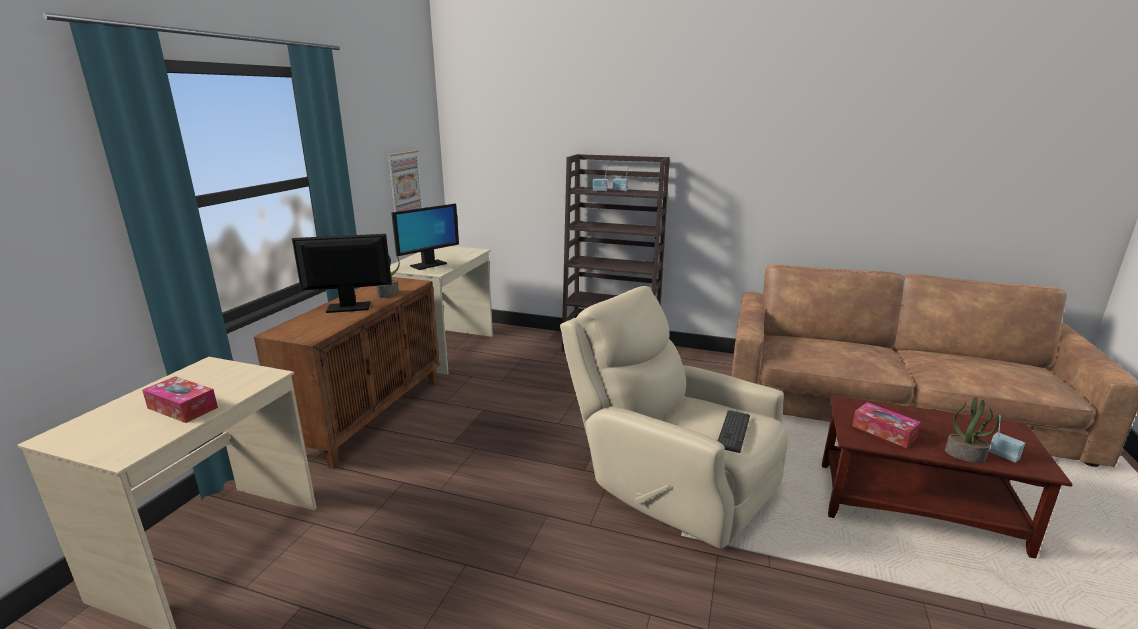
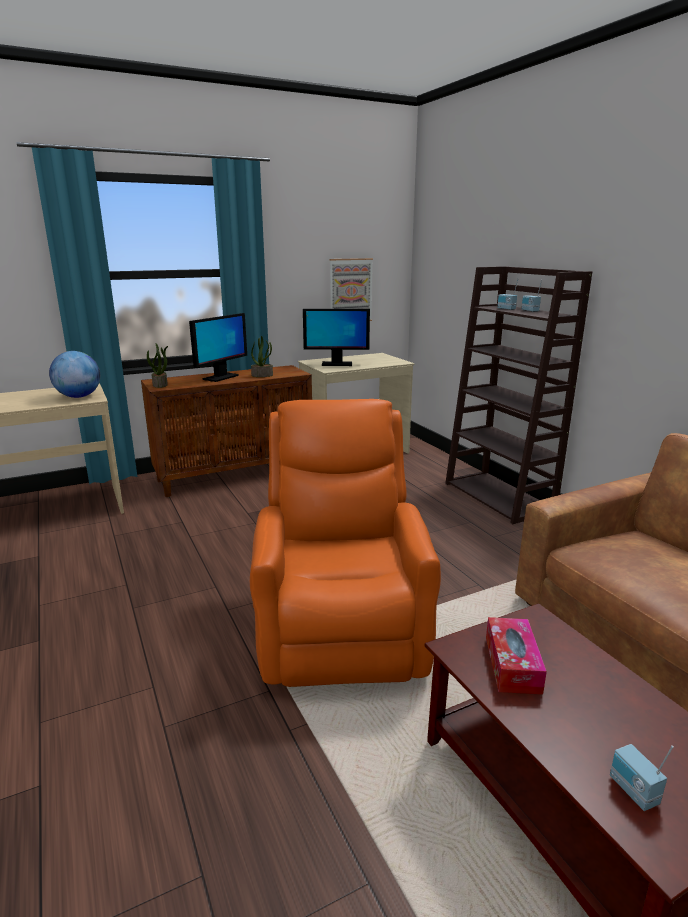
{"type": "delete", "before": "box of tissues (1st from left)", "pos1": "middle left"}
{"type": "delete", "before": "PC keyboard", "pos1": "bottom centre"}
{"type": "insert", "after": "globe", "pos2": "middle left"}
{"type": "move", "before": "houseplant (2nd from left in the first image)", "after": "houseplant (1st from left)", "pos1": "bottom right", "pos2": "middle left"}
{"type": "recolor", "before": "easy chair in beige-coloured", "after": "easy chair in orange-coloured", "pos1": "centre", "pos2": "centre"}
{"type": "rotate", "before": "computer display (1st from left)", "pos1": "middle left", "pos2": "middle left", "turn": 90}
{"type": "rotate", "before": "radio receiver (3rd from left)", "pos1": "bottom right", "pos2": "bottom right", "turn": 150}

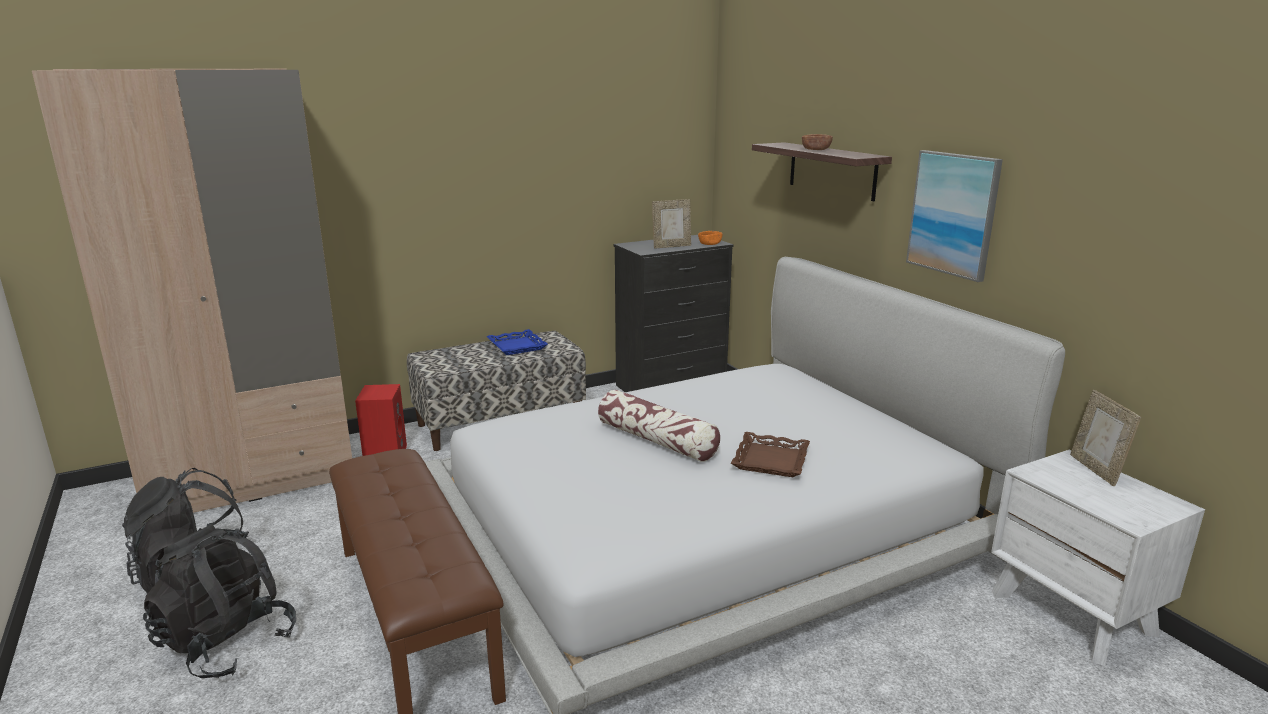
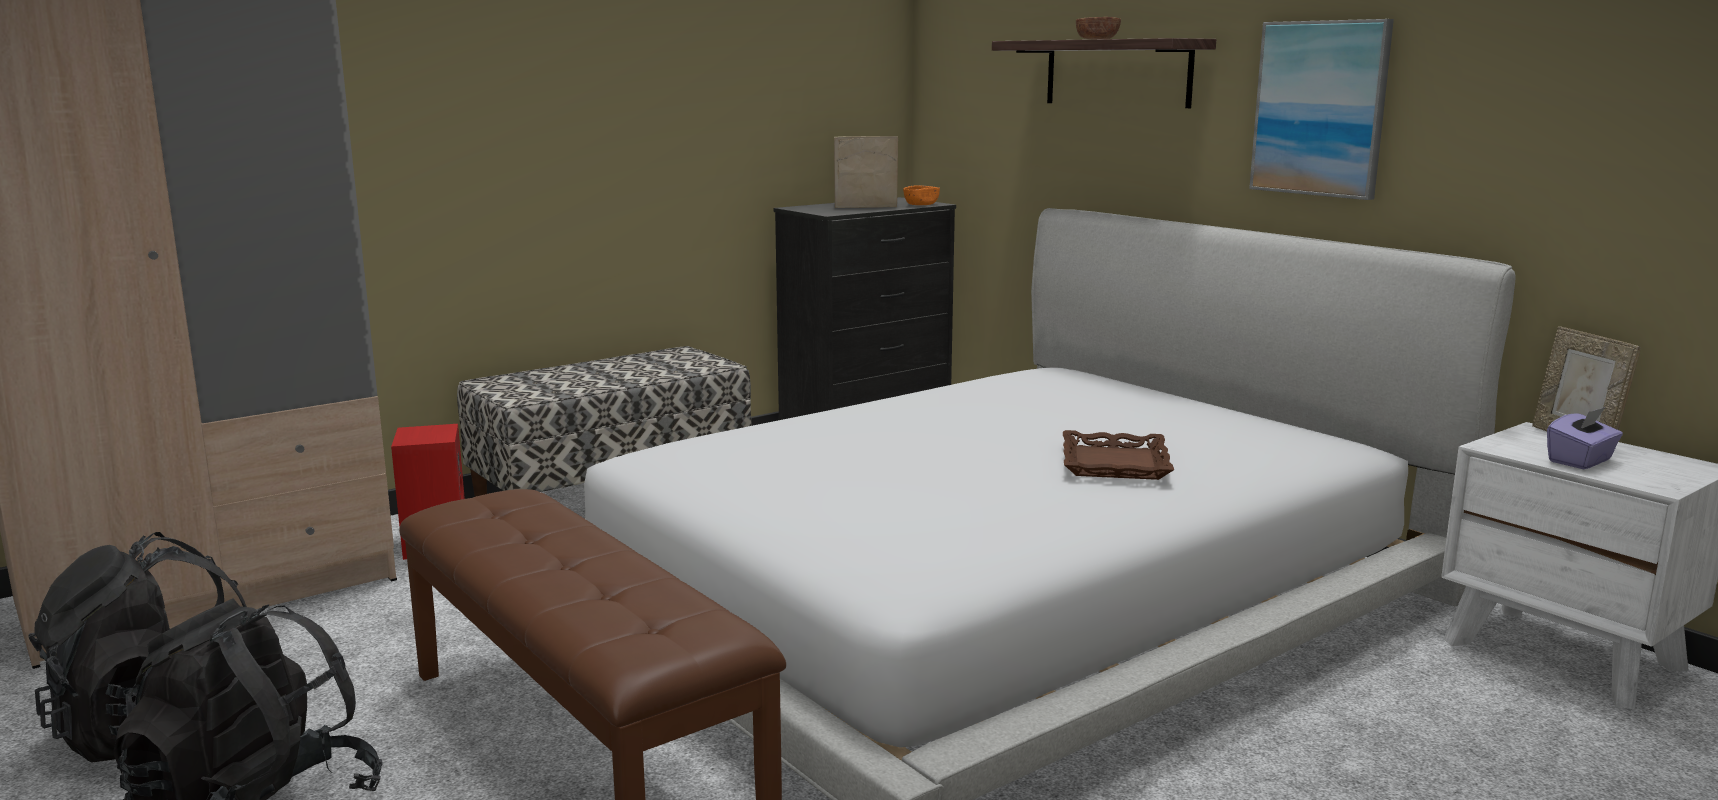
{"type": "delete", "before": "tray in blue-coloured", "pos1": "centre"}
{"type": "delete", "before": "throw pillow", "pos1": "centre"}
{"type": "insert", "after": "box of tissues in purple", "pos2": "middle right"}
{"type": "rotate", "before": "picture frame (1st from left)", "pos1": "top centre", "pos2": "top centre", "turn": -150}

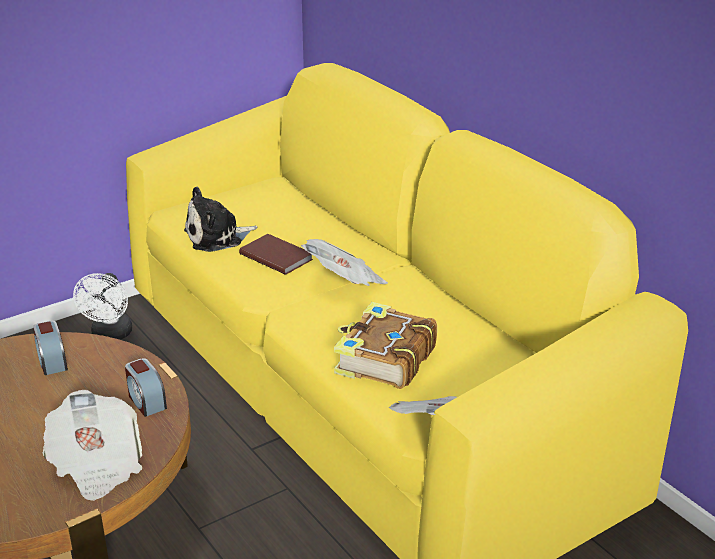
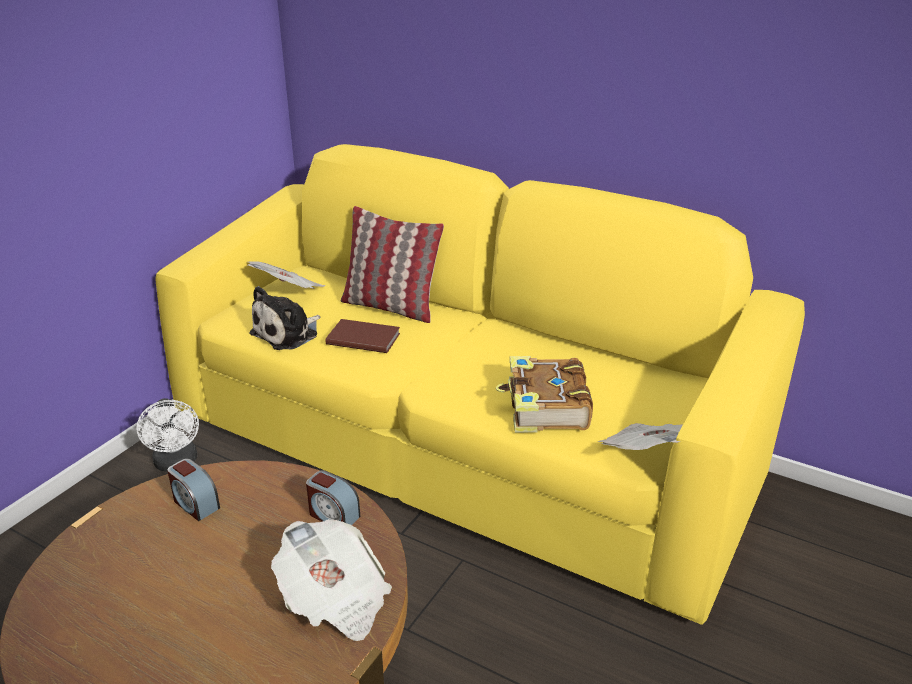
{"type": "insert", "after": "throw pillow", "pos2": "centre"}
{"type": "move", "before": "daily paper (2nd from left in the first image)", "after": "daily paper (1st from left)", "pos1": "centre", "pos2": "middle left"}

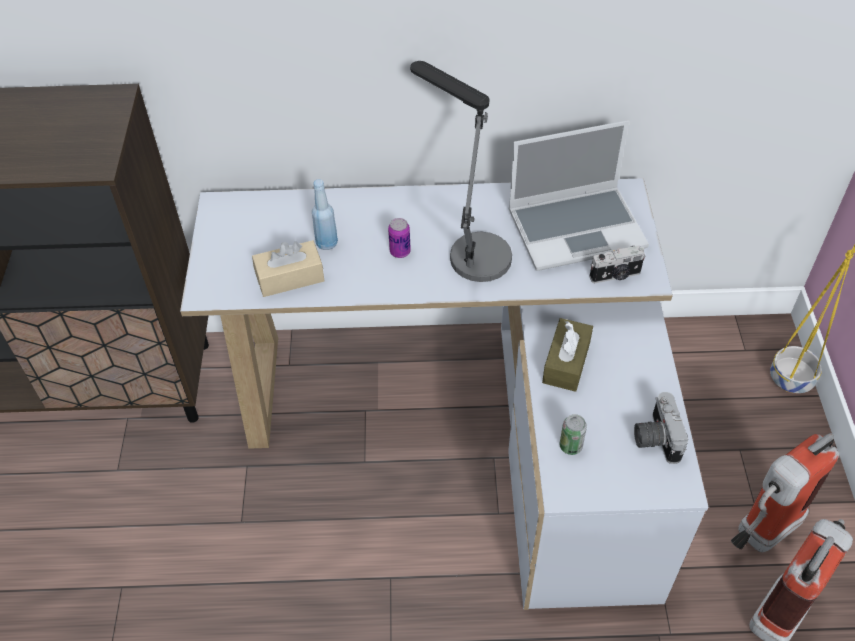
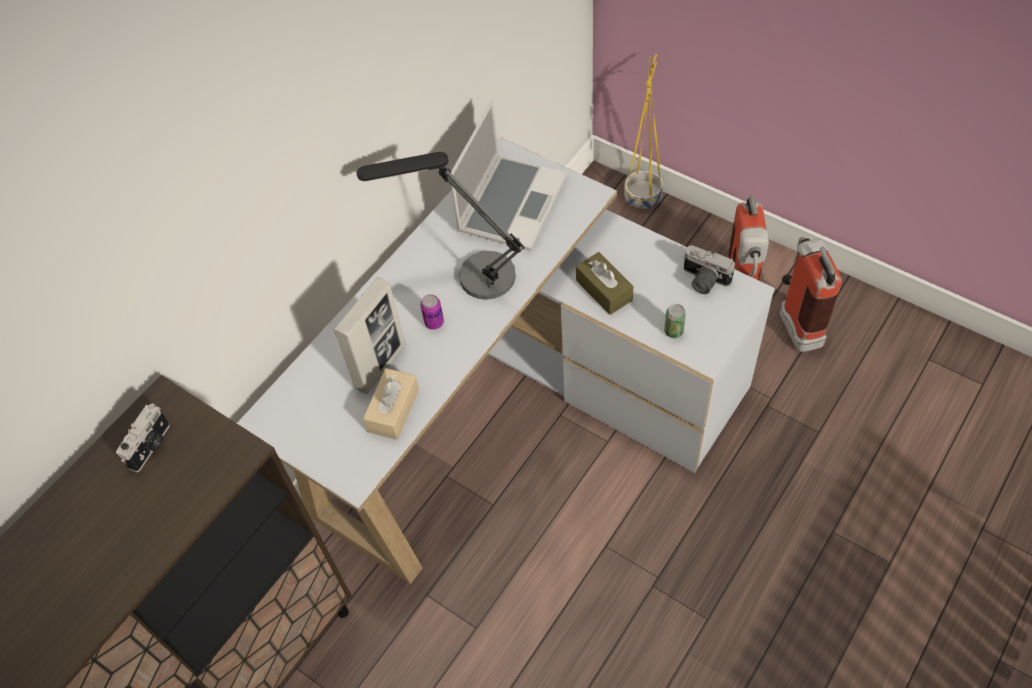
{"type": "move", "before": "photo camera (1st from left)", "pos1": "middle right", "pos2": "middle left"}
{"type": "replace", "before": "bottle in blue-coloured", "after": "picture frame", "pos1": "centre", "pos2": "centre"}

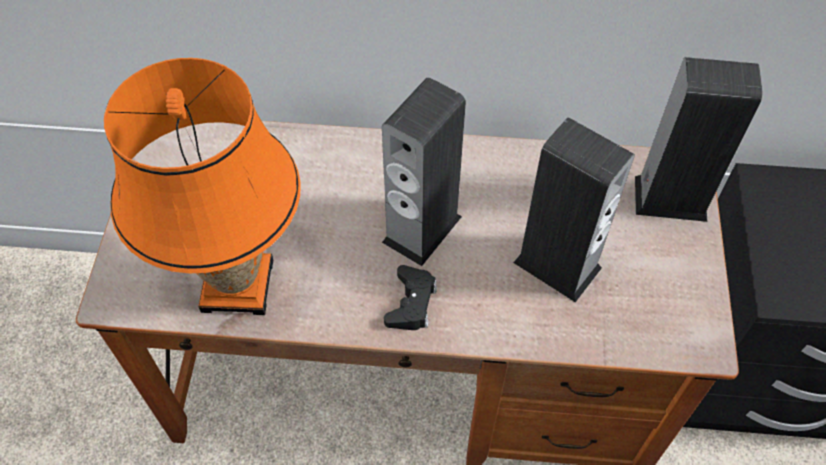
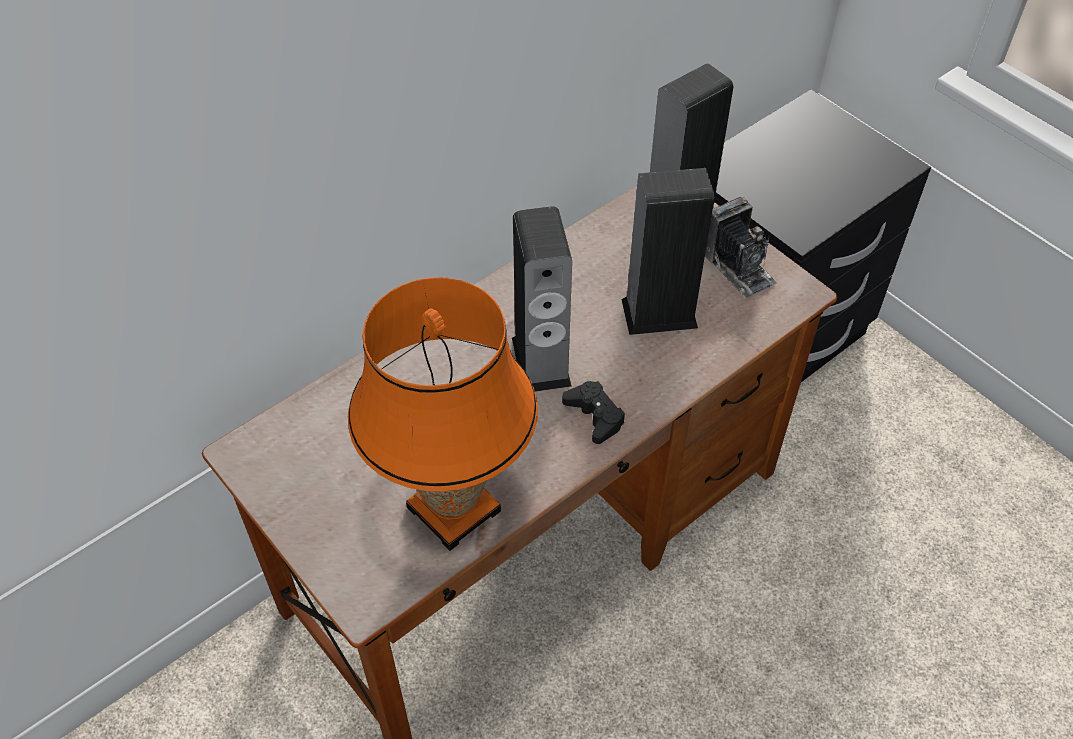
{"type": "insert", "after": "photo camera", "pos2": "middle right"}

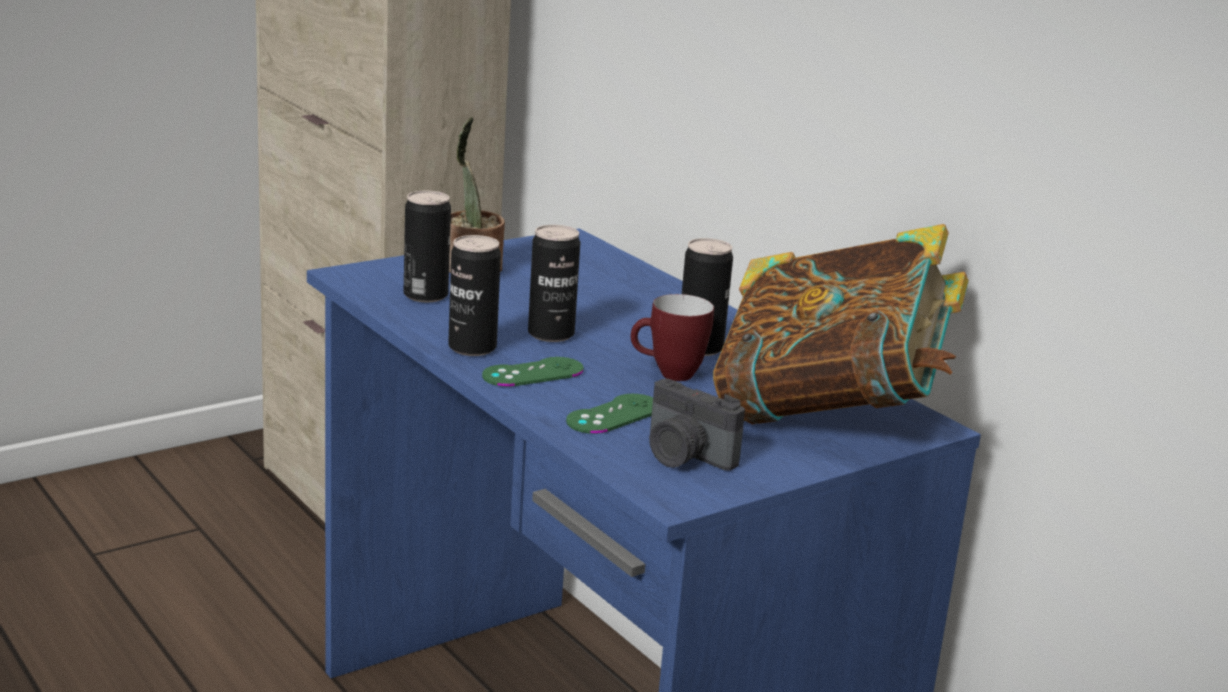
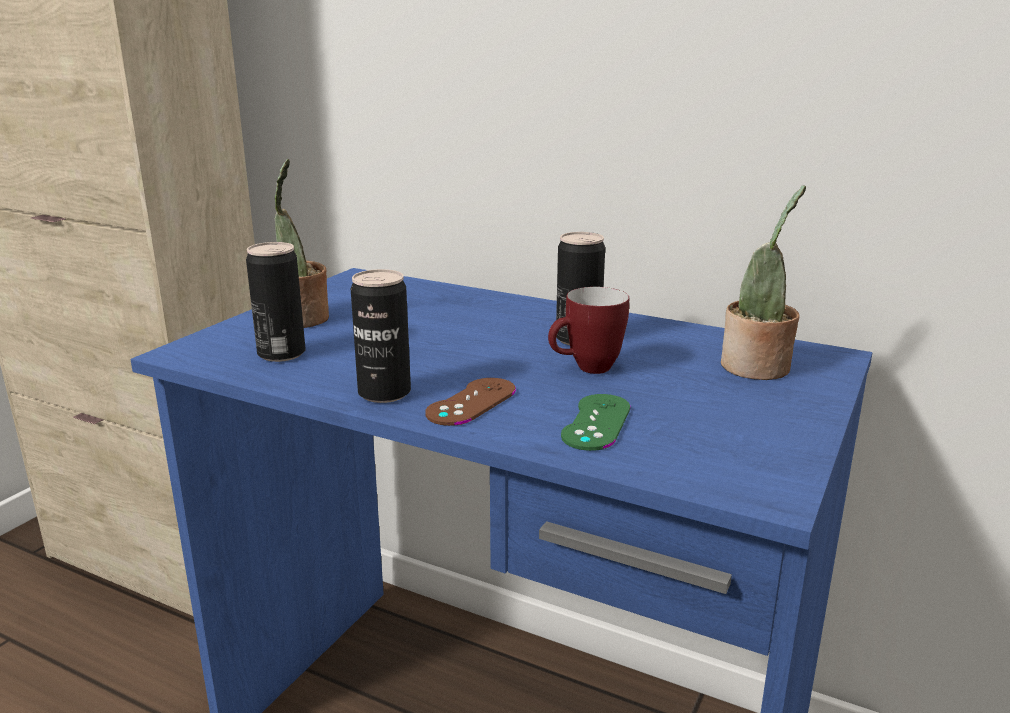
{"type": "delete", "before": "can (3rd from left)", "pos1": "centre"}
{"type": "delete", "before": "photo camera", "pos1": "centre"}
{"type": "replace", "before": "volume", "after": "houseplant (2nd from left)", "pos1": "middle right", "pos2": "middle right"}
{"type": "recolor", "before": "game controller in greenish (1st from left)", "after": "game controller in brownish", "pos1": "centre", "pos2": "centre"}

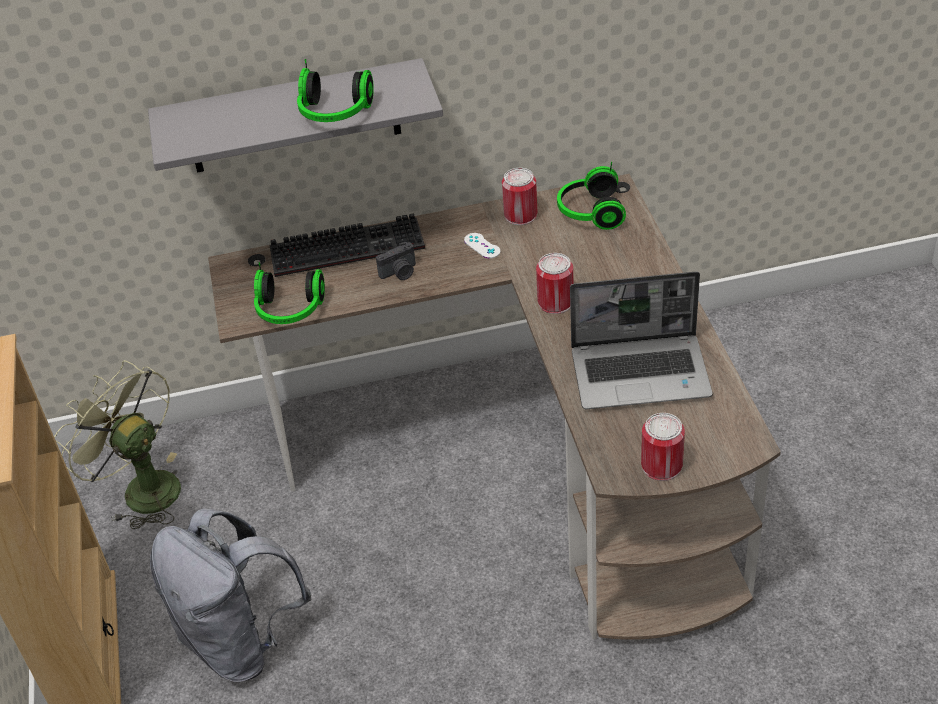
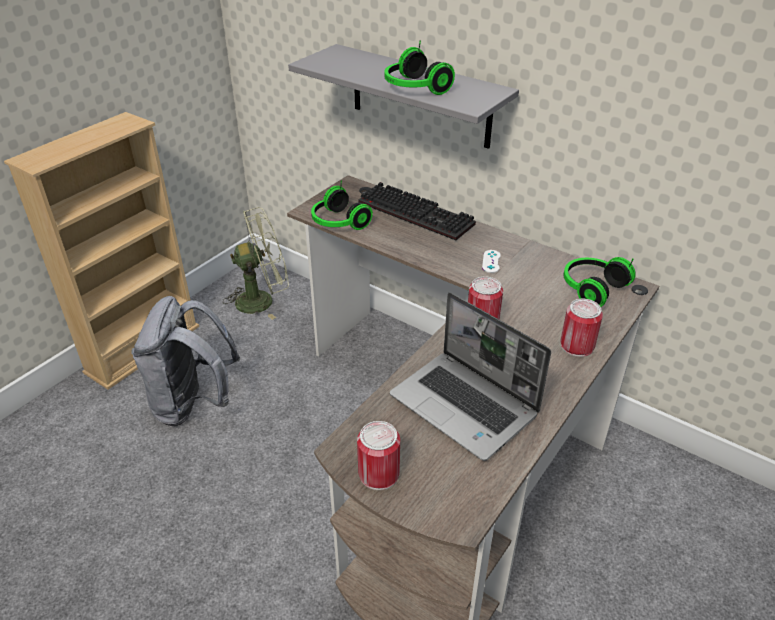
{"type": "delete", "before": "photo camera", "pos1": "centre"}
{"type": "move", "before": "can (1st from left in the first image)", "after": "can (3rd from left)", "pos1": "top centre", "pos2": "middle right"}
{"type": "rotate", "before": "fan in greenish", "pos1": "middle left", "pos2": "middle left", "turn": 75}

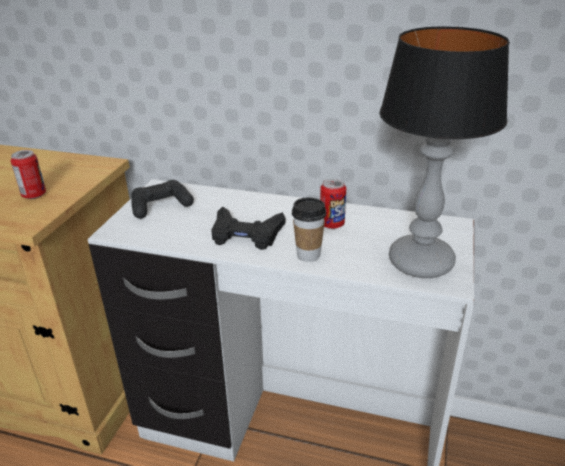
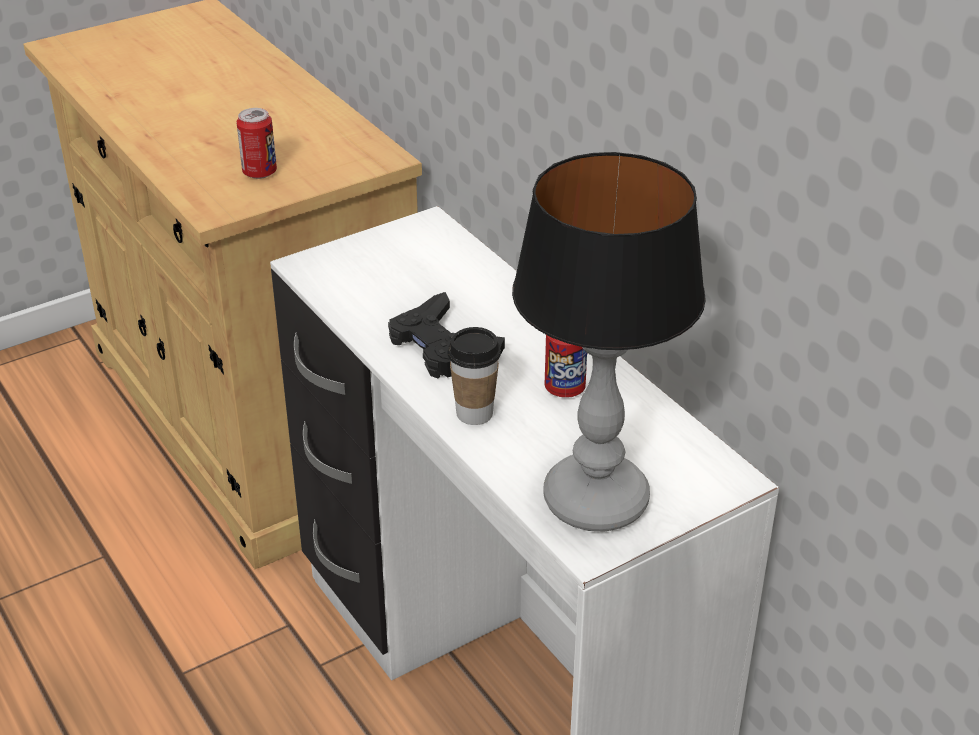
{"type": "delete", "before": "game controller in black (1st from left)", "pos1": "middle left"}

